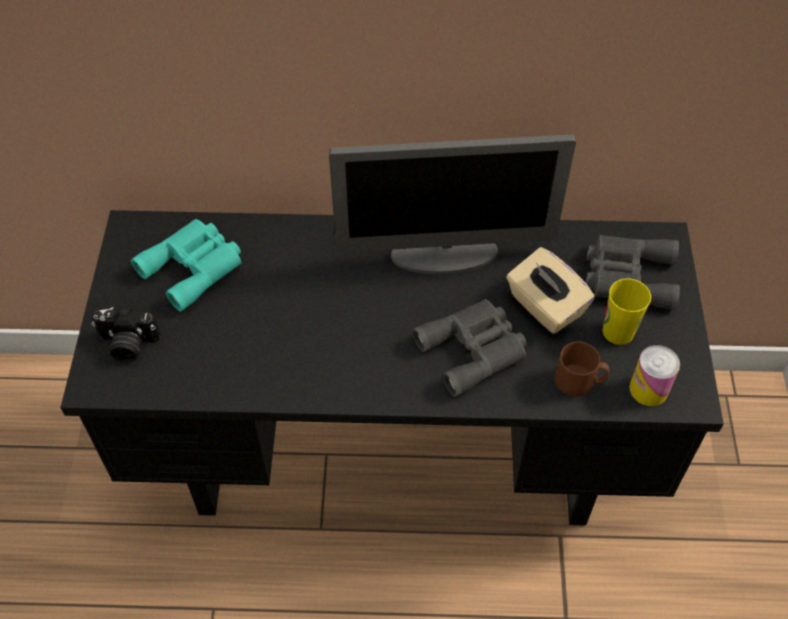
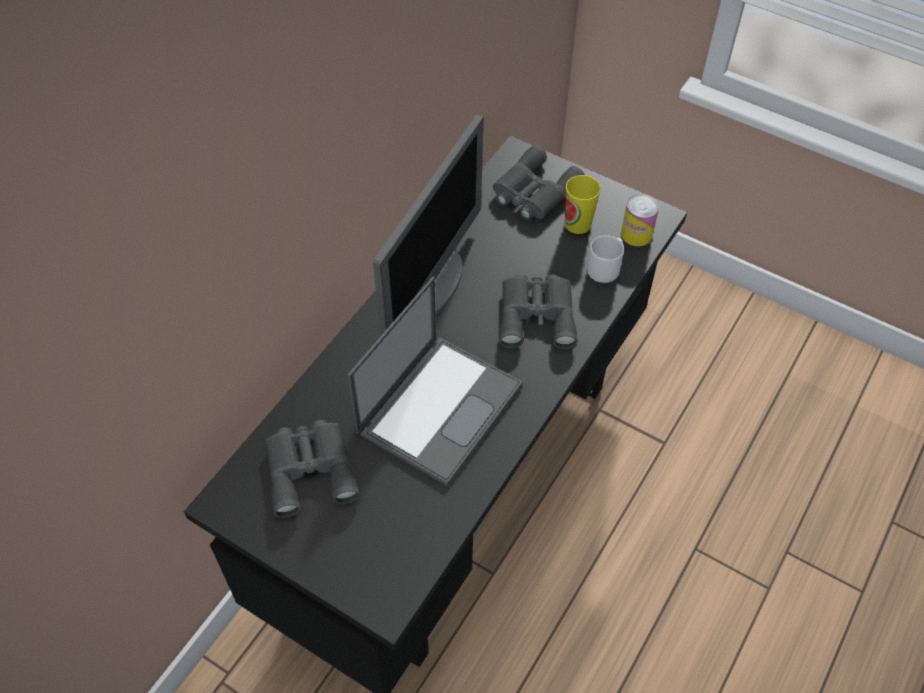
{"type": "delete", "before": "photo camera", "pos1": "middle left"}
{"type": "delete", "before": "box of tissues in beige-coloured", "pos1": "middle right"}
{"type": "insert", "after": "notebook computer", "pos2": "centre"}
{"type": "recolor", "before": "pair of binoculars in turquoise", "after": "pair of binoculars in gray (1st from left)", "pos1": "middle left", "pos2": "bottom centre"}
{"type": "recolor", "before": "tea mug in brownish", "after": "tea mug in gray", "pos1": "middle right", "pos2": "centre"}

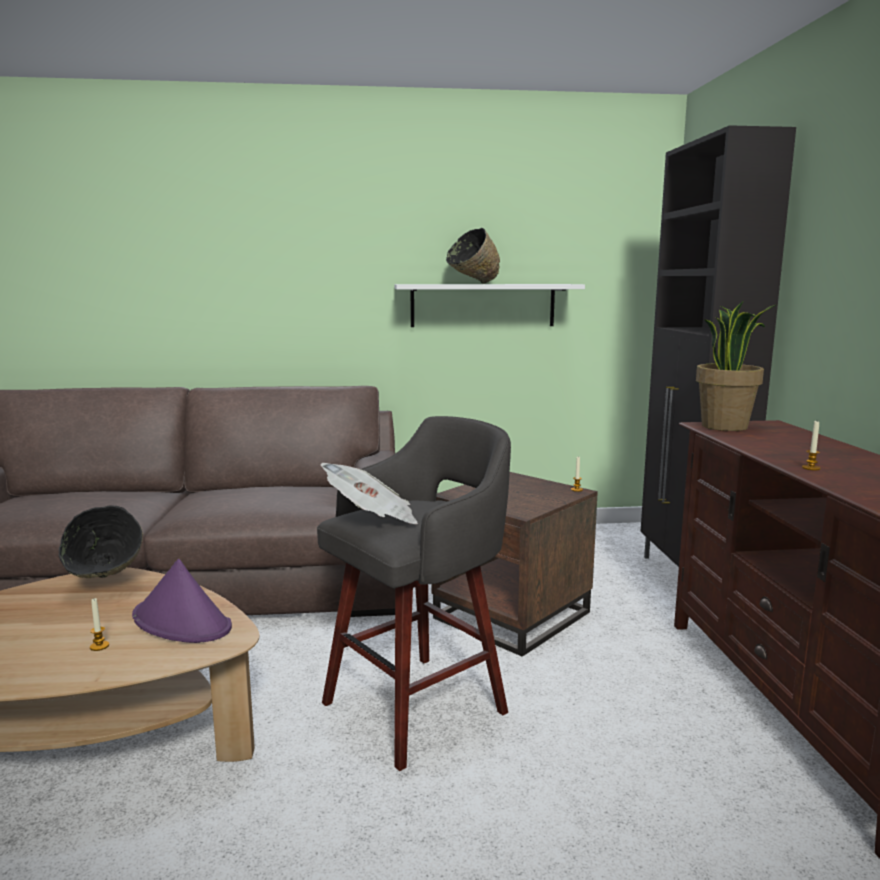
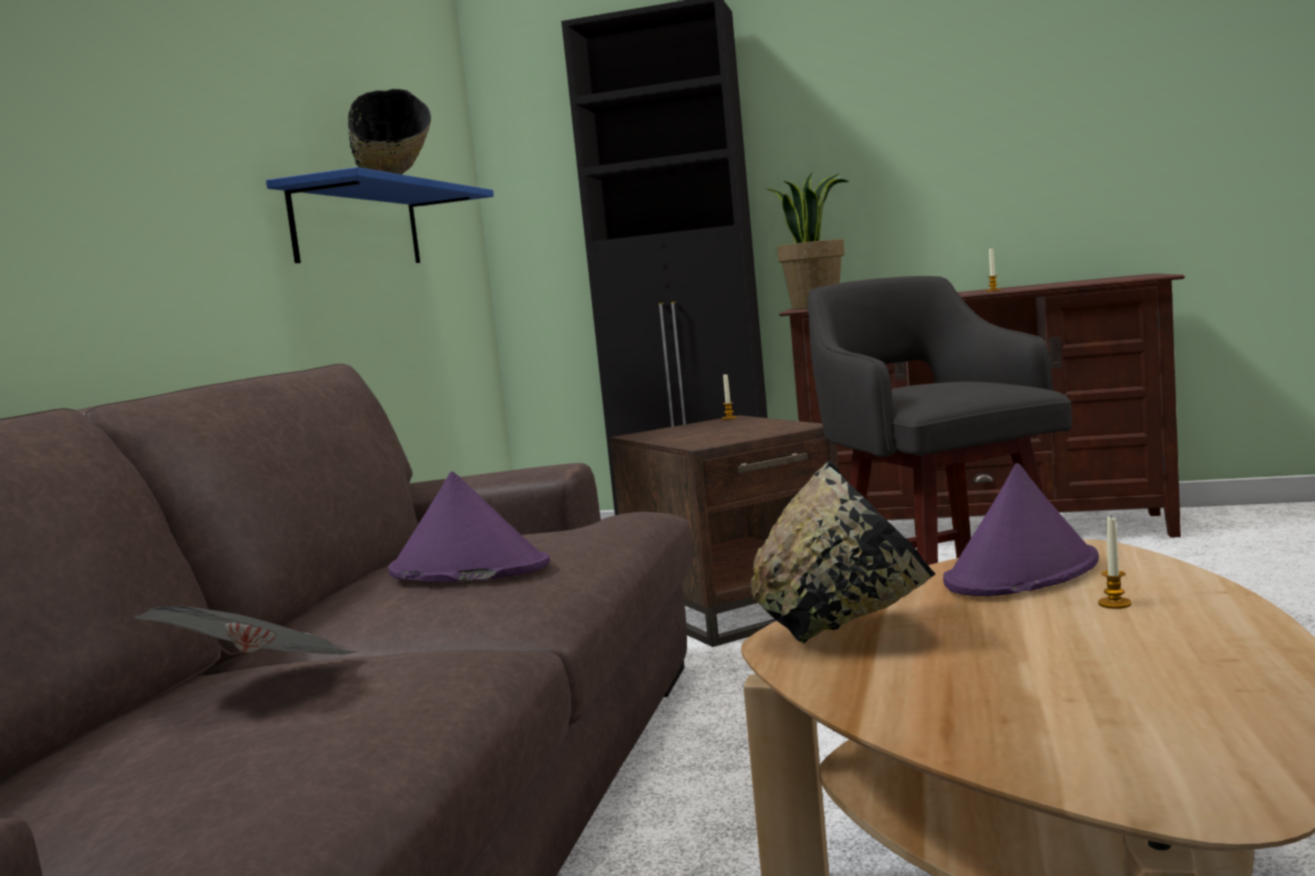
{"type": "insert", "after": "clothing hat in purple (1st from left)", "pos2": "centre"}
{"type": "move", "before": "daily paper", "pos1": "centre", "pos2": "bottom left"}
{"type": "recolor", "before": "shelf in white-coloured", "after": "shelf in blue-coloured", "pos1": "centre", "pos2": "top left"}

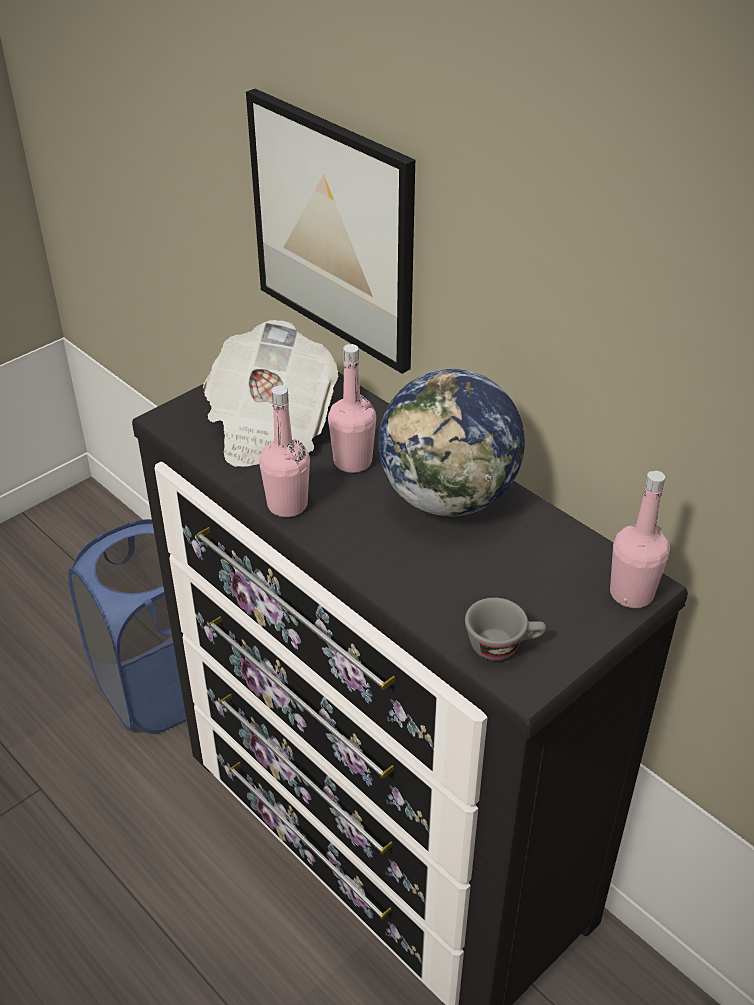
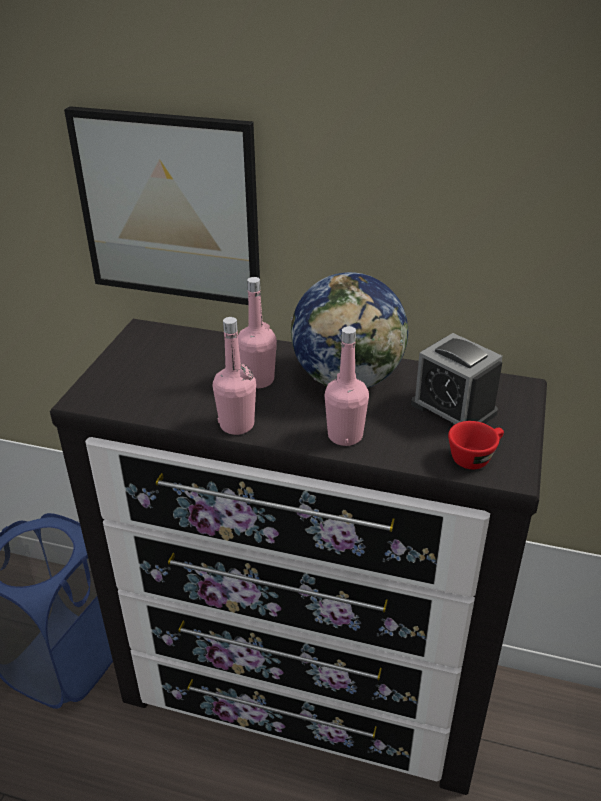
{"type": "delete", "before": "daily paper", "pos1": "centre"}
{"type": "insert", "after": "bedside clock", "pos2": "middle right"}
{"type": "move", "before": "bottle in pink (3rd from left)", "pos1": "middle right", "pos2": "centre"}
{"type": "recolor", "before": "small cup in gray", "after": "small cup in red-coloured", "pos1": "middle right", "pos2": "middle right"}

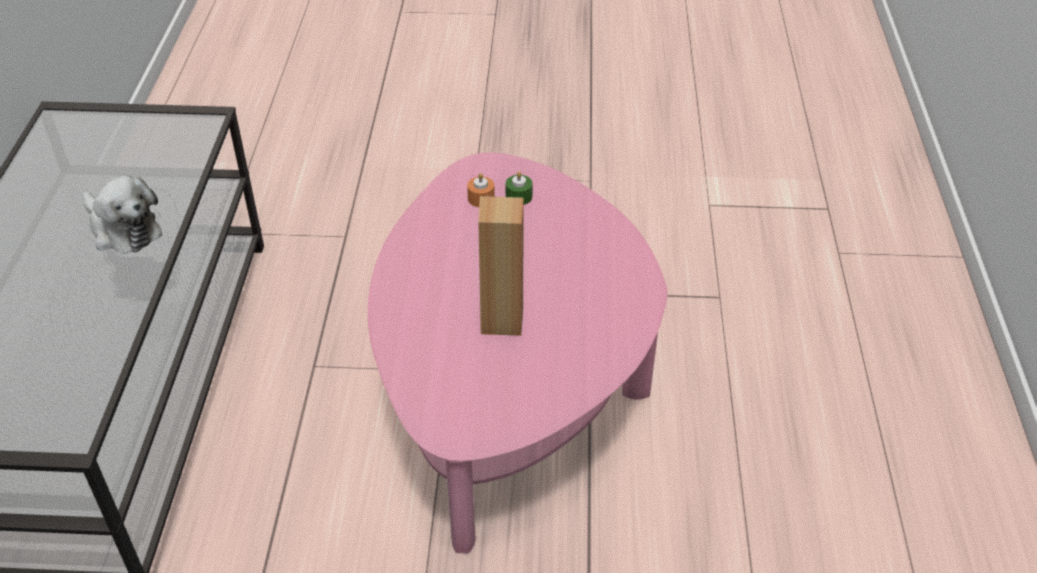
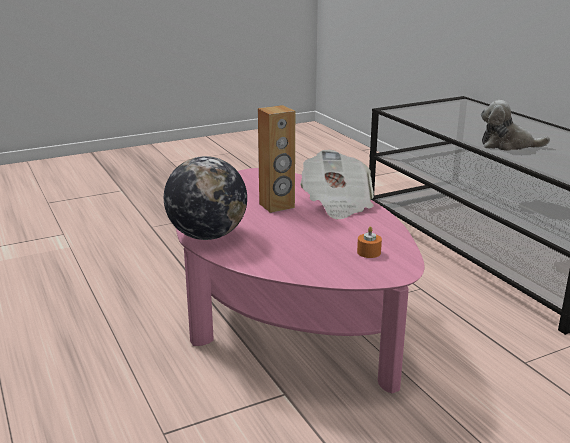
{"type": "delete", "before": "wax candle in greenish", "pos1": "top centre"}
{"type": "insert", "after": "globe", "pos2": "centre"}
{"type": "insert", "after": "daily paper", "pos2": "centre"}

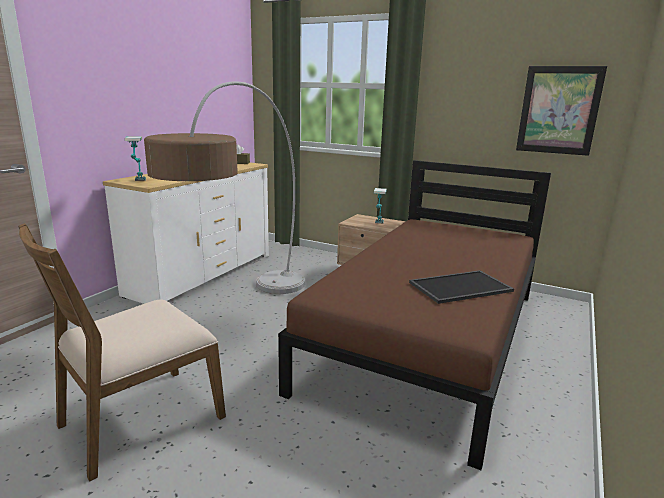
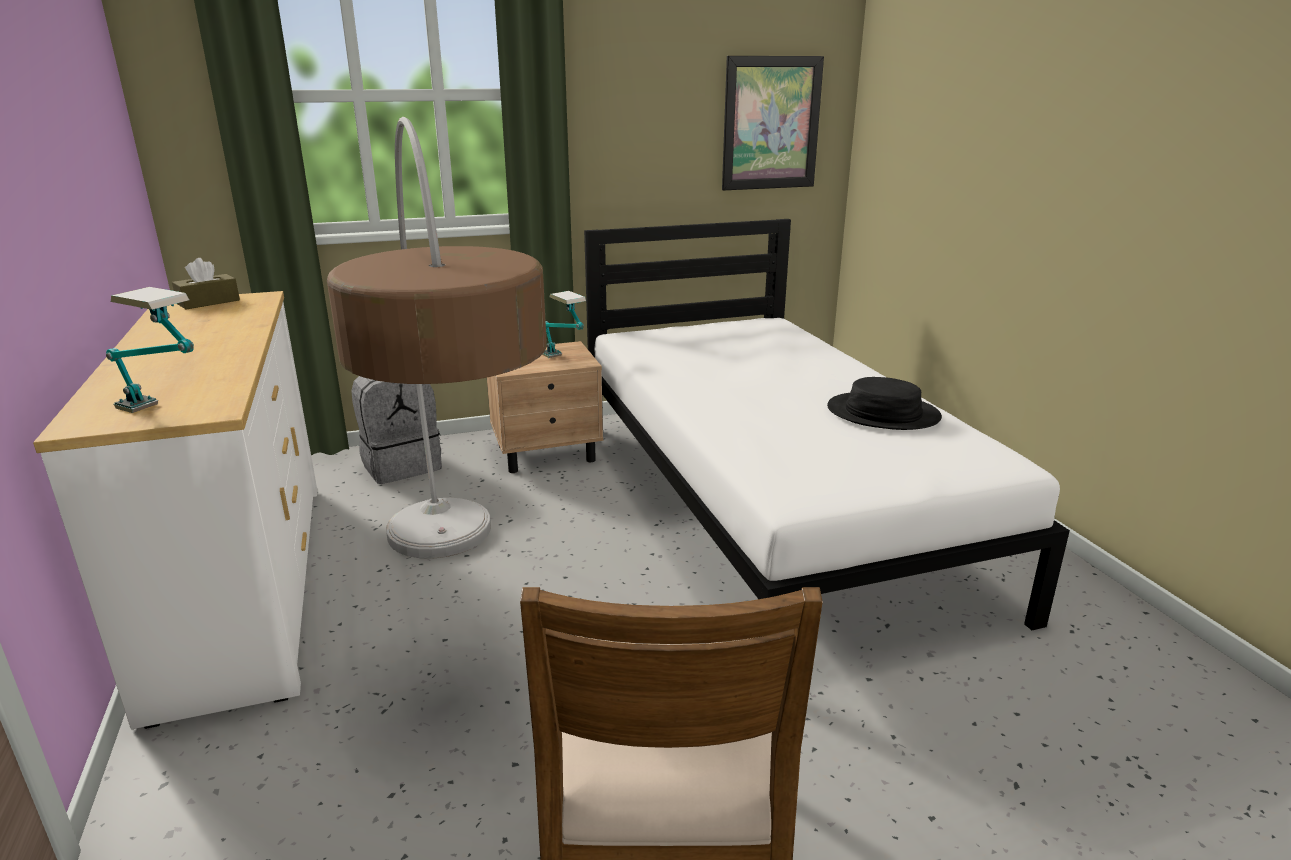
{"type": "insert", "after": "knapsack in gray", "pos2": "middle left"}
{"type": "replace", "before": "tray", "after": "clothing hat in black", "pos1": "middle right", "pos2": "middle right"}
{"type": "recolor", "before": "bed in brownish", "after": "bed in white-coloured", "pos1": "centre", "pos2": "centre"}

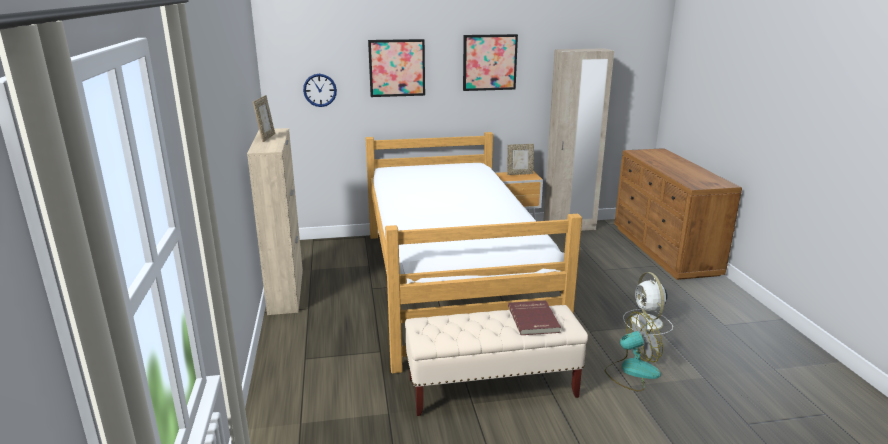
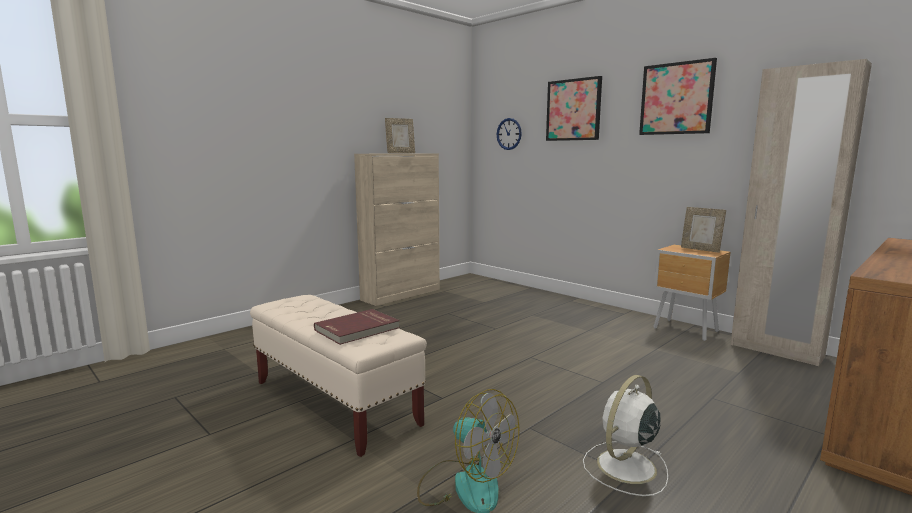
{"type": "delete", "before": "bed", "pos1": "centre"}

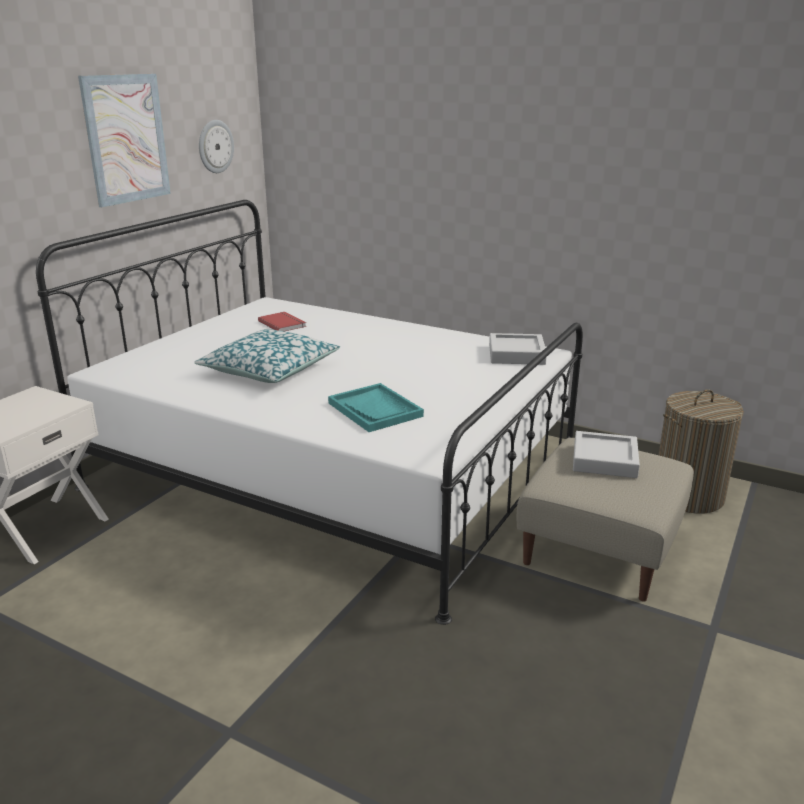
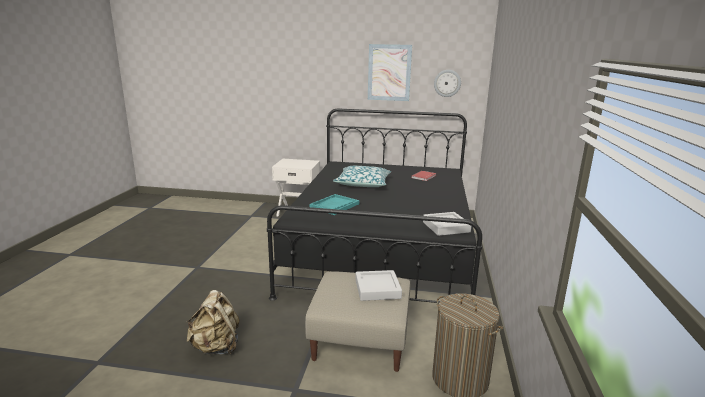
{"type": "insert", "after": "knapsack in beige-coloured", "pos2": "bottom left"}
{"type": "recolor", "before": "bed in white-coloured", "after": "bed in black", "pos1": "centre", "pos2": "centre"}

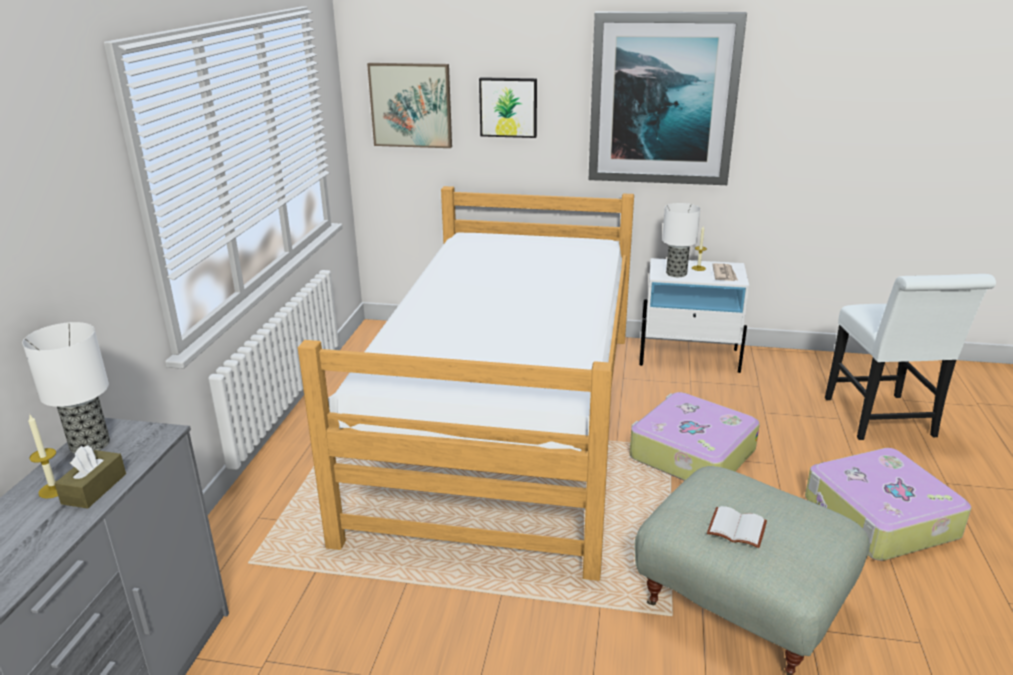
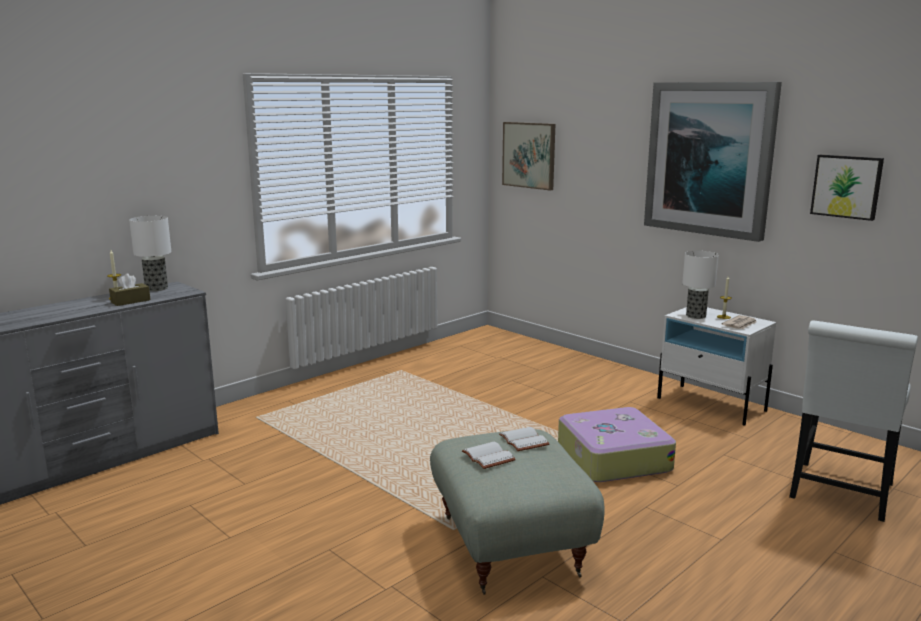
{"type": "delete", "before": "bed", "pos1": "centre"}
{"type": "delete", "before": "travel case (2nd from left)", "pos1": "bottom right"}
{"type": "insert", "after": "volume in white-coloured (2nd from left)", "pos2": "bottom centre"}
{"type": "move", "before": "wall picture (2nd from left in the first image)", "after": "wall picture (3rd from left)", "pos1": "top centre", "pos2": "top right"}

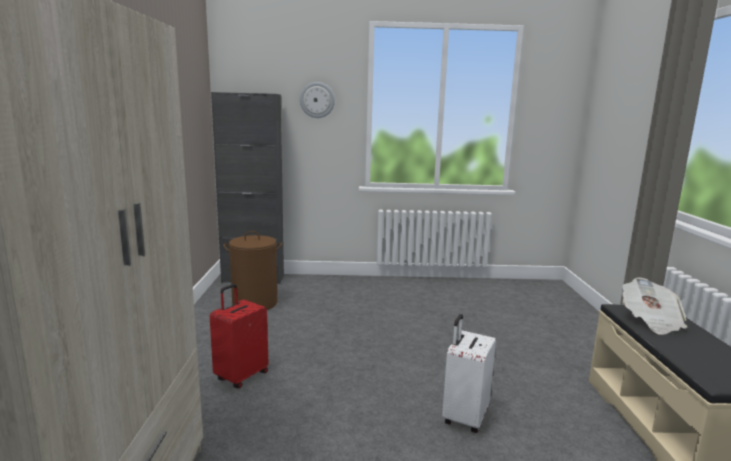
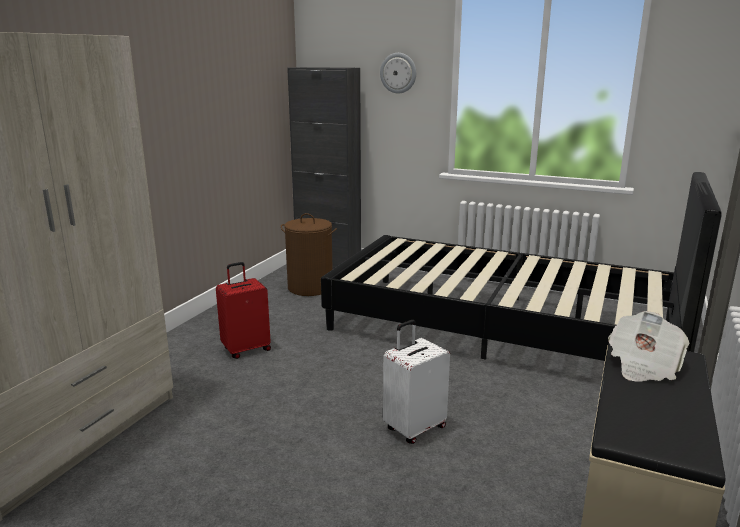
{"type": "insert", "after": "bed in black", "pos2": "middle right"}

